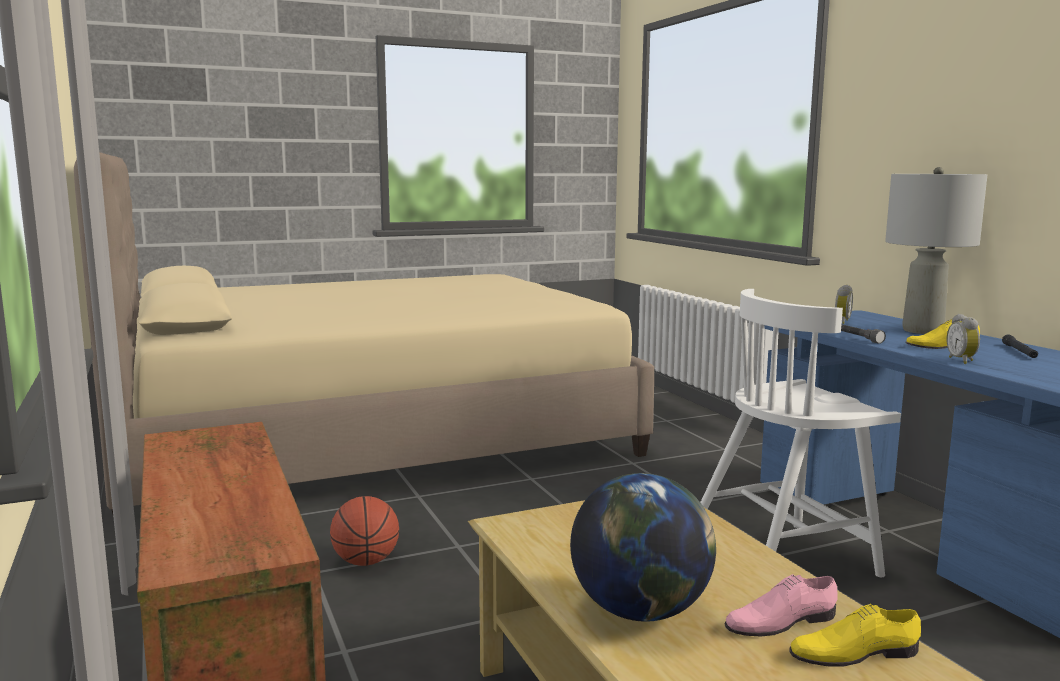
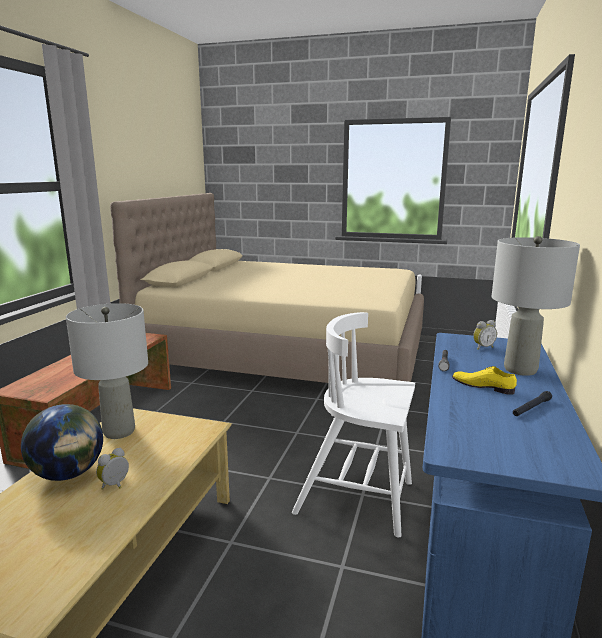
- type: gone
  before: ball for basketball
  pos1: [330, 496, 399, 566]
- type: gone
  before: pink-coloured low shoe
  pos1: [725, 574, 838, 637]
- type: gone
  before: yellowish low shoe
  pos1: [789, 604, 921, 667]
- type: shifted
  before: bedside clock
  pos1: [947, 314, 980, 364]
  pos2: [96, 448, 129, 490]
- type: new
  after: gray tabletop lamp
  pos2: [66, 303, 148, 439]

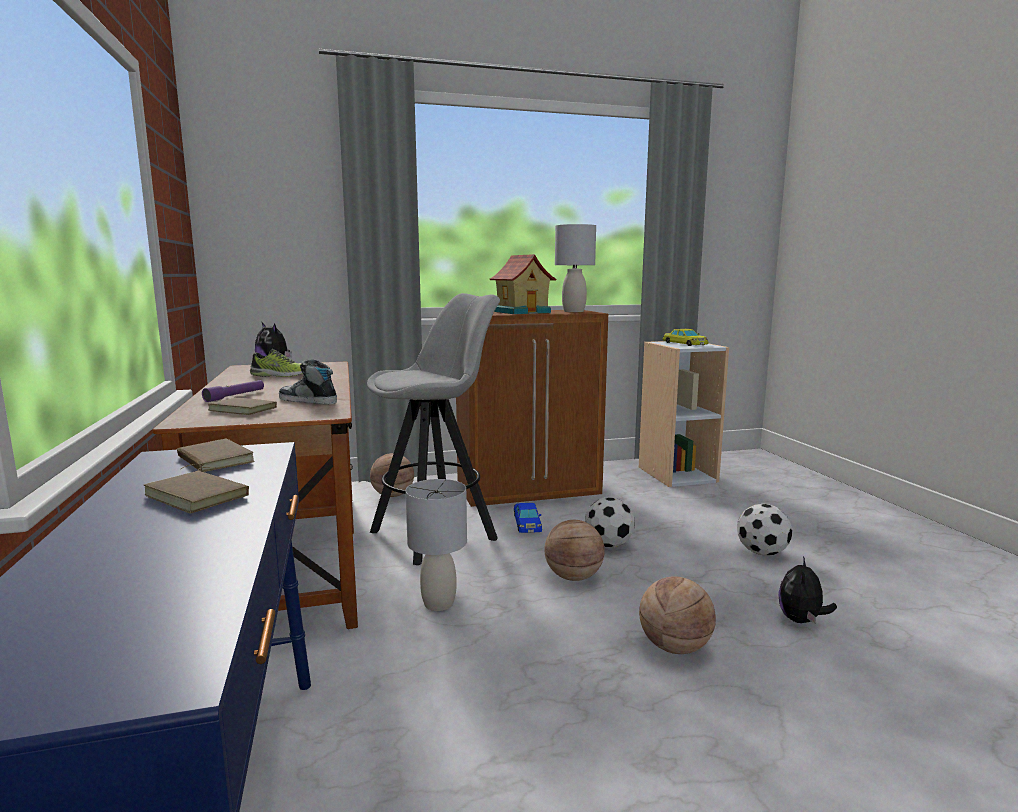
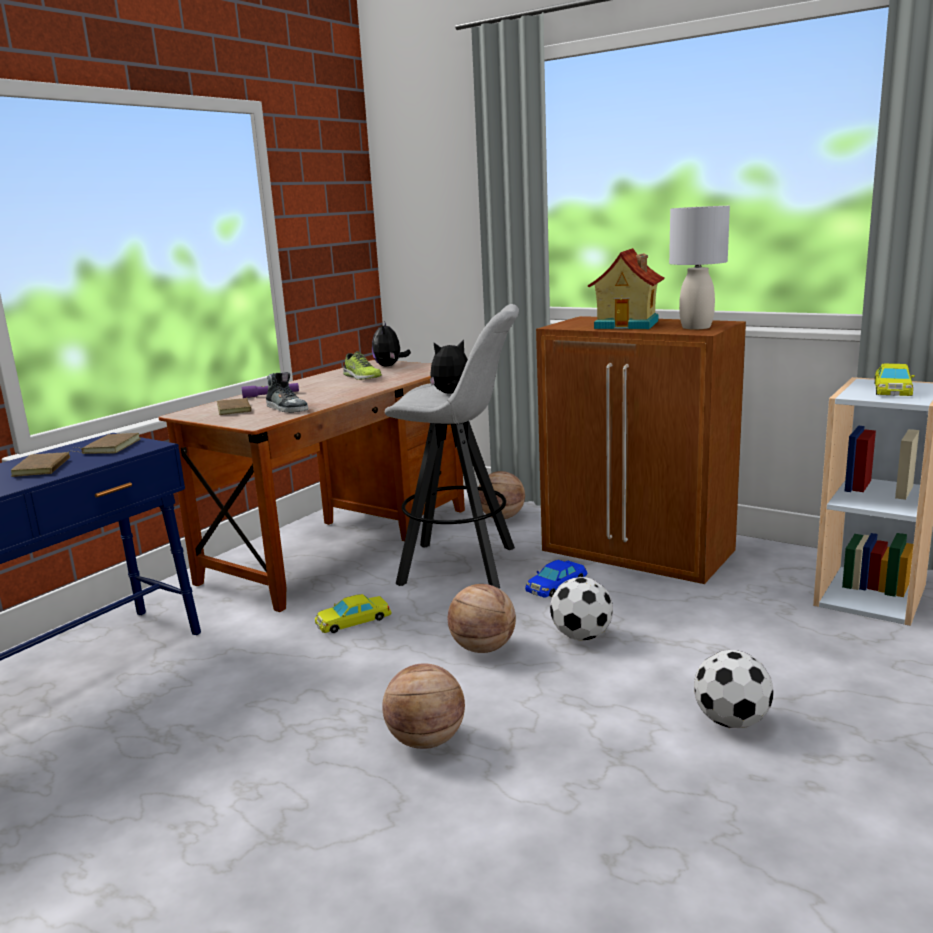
- type: rotated
  before: low shoe
  pos1: [279, 359, 337, 405]
  pos2: [266, 372, 308, 413]
  turn: 150
- type: swapped
  before: gray tabletop lamp
  after: yellowish toy car
  pos1: [405, 479, 467, 611]
  pos2: [315, 594, 392, 633]
- type: shifted
  before: soft toy
  pos1: [778, 556, 837, 623]
  pos2: [430, 340, 468, 393]

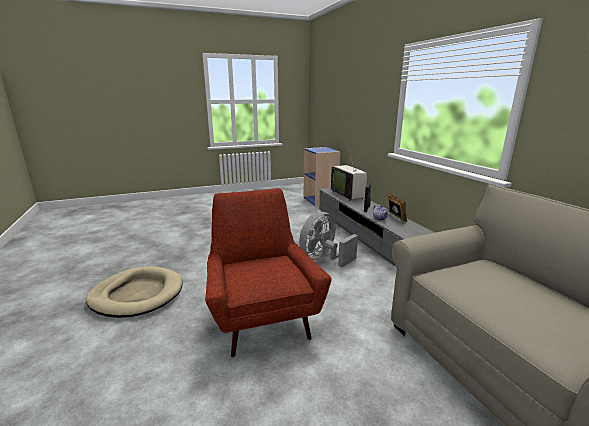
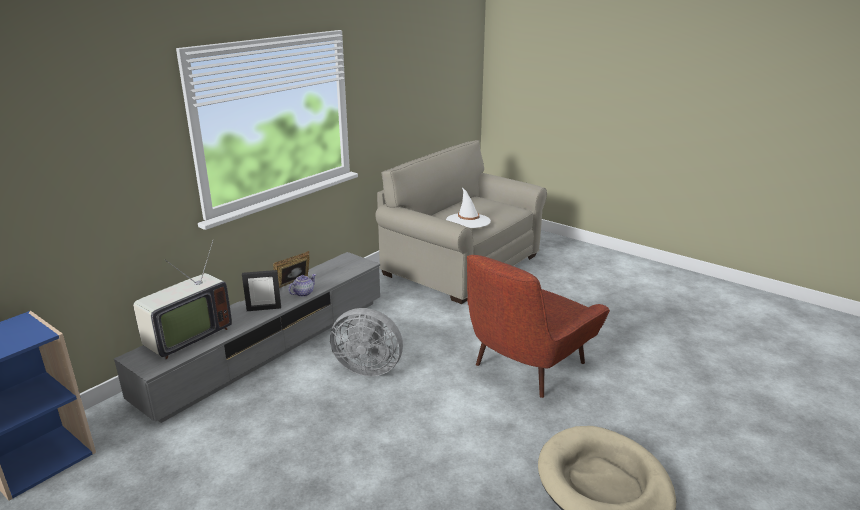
- type: new
  after: whitish wearable hat
  pos2: [446, 188, 491, 228]

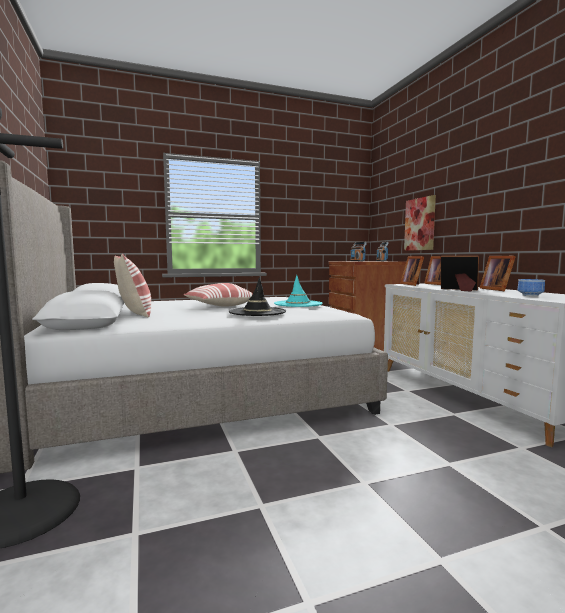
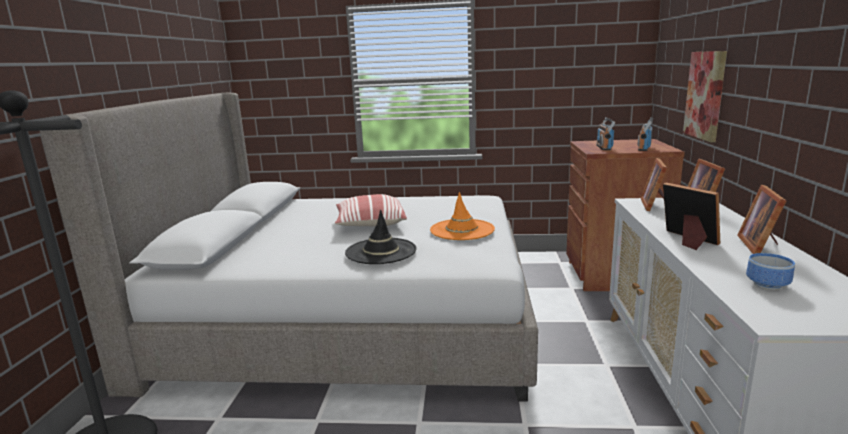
- type: gone
  before: throw pillow
  pos1: [114, 254, 151, 317]
- type: repainted
  before: turquoise-coloured wearable hat
  after: orange-coloured wearable hat
  pos1: [274, 275, 323, 307]
  pos2: [430, 192, 495, 240]

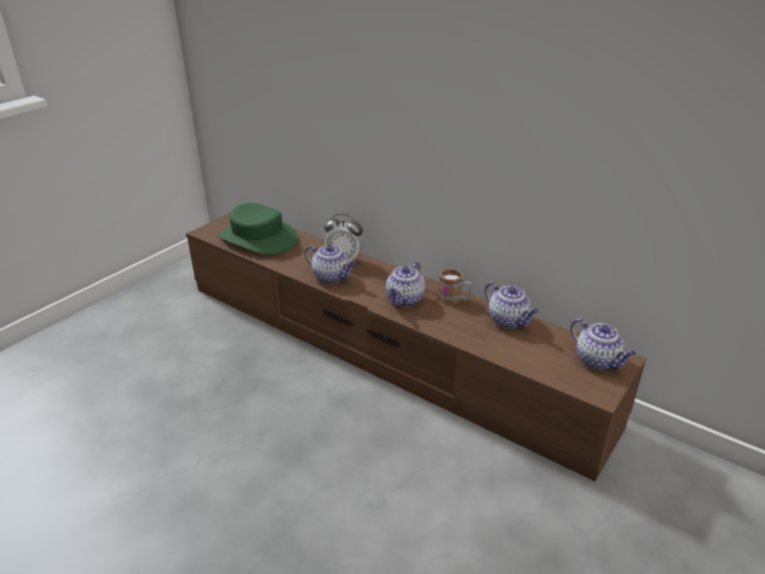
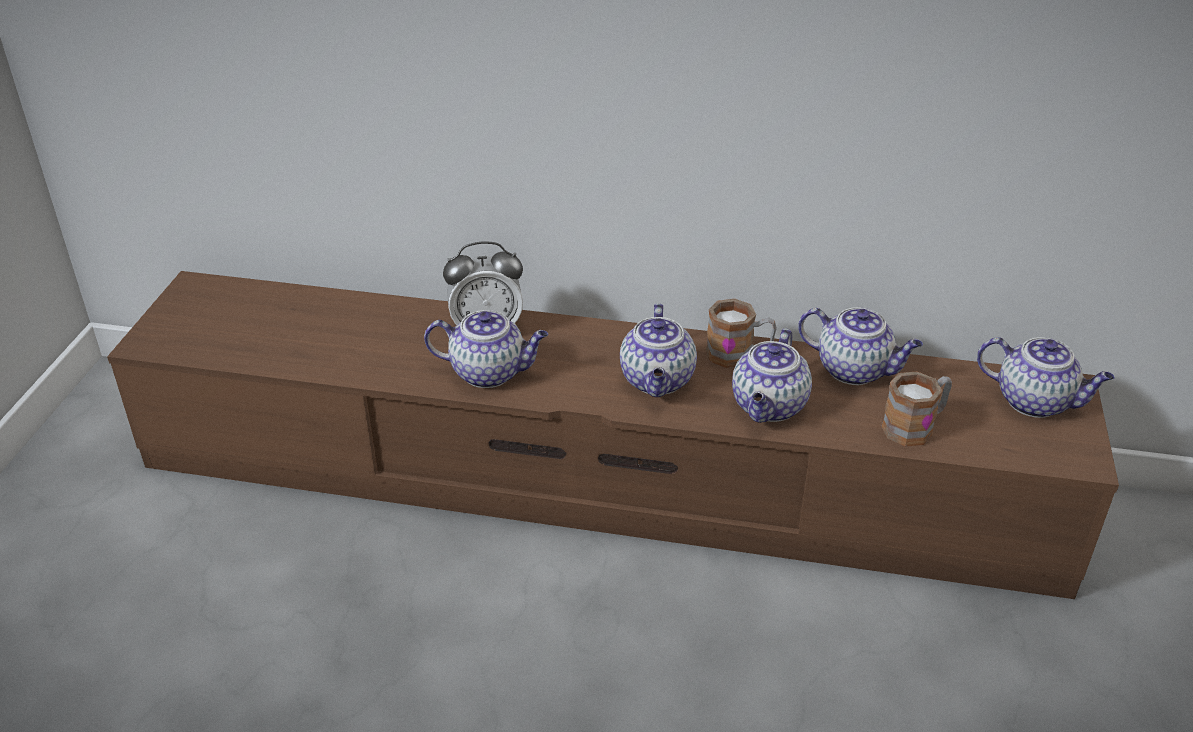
- type: gone
  before: green wearable hat
  pos1: [220, 203, 298, 255]
- type: new
  after: pot for tea
  pos2: [732, 328, 812, 423]
- type: new
  after: coffee mug
  pos2: [882, 371, 952, 447]

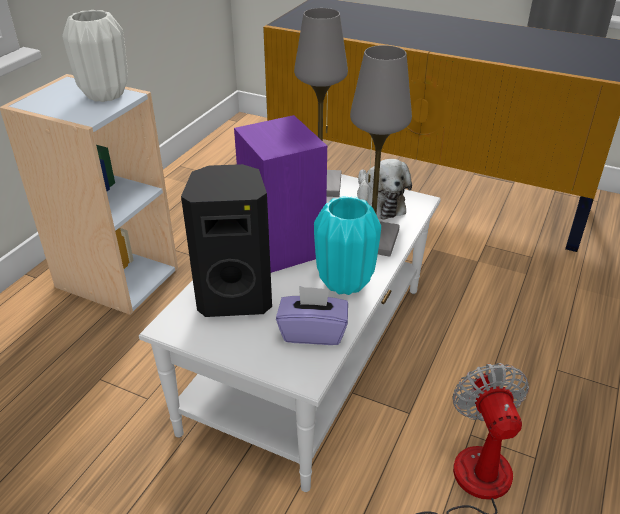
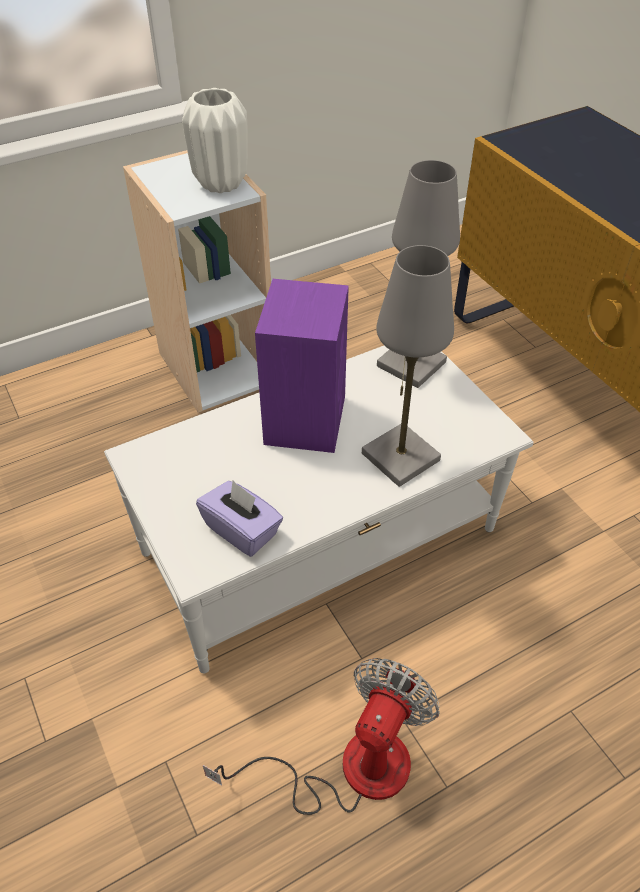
- type: gone
  before: blackish speaker
  pos1: [181, 164, 272, 317]
- type: gone
  before: turquoise-coloured vase
  pos1: [314, 196, 381, 295]
- type: gone
  before: soft toy
  pos1: [357, 159, 412, 220]

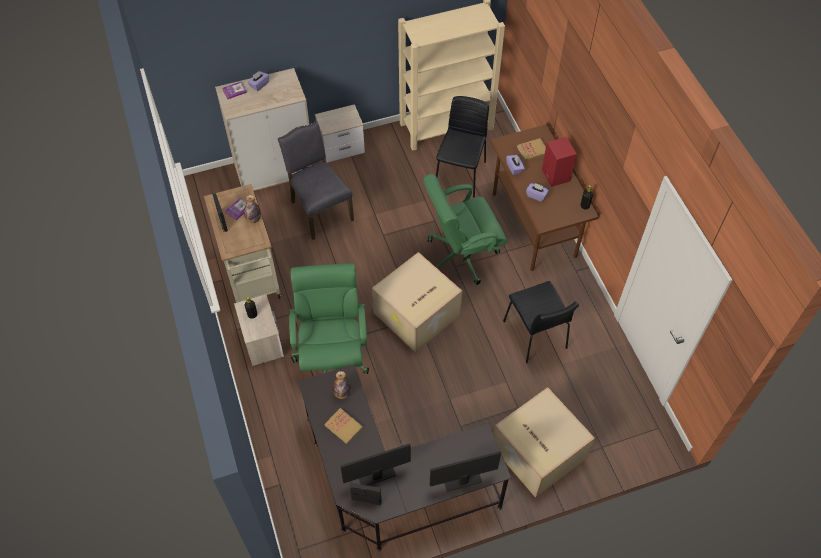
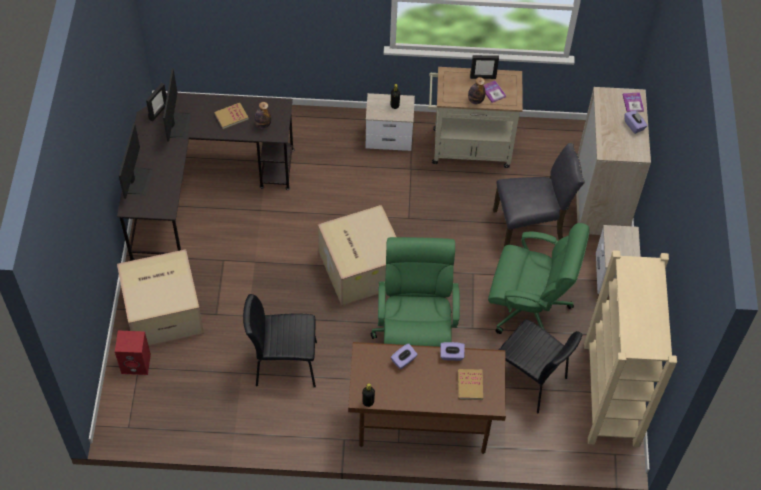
- type: shifted
  before: green office chair
  pos1: [289, 263, 369, 374]
  pos2: [488, 223, 590, 334]
- type: shifted
  before: reddish speaker
  pos1: [542, 137, 577, 187]
  pos2: [115, 331, 151, 375]

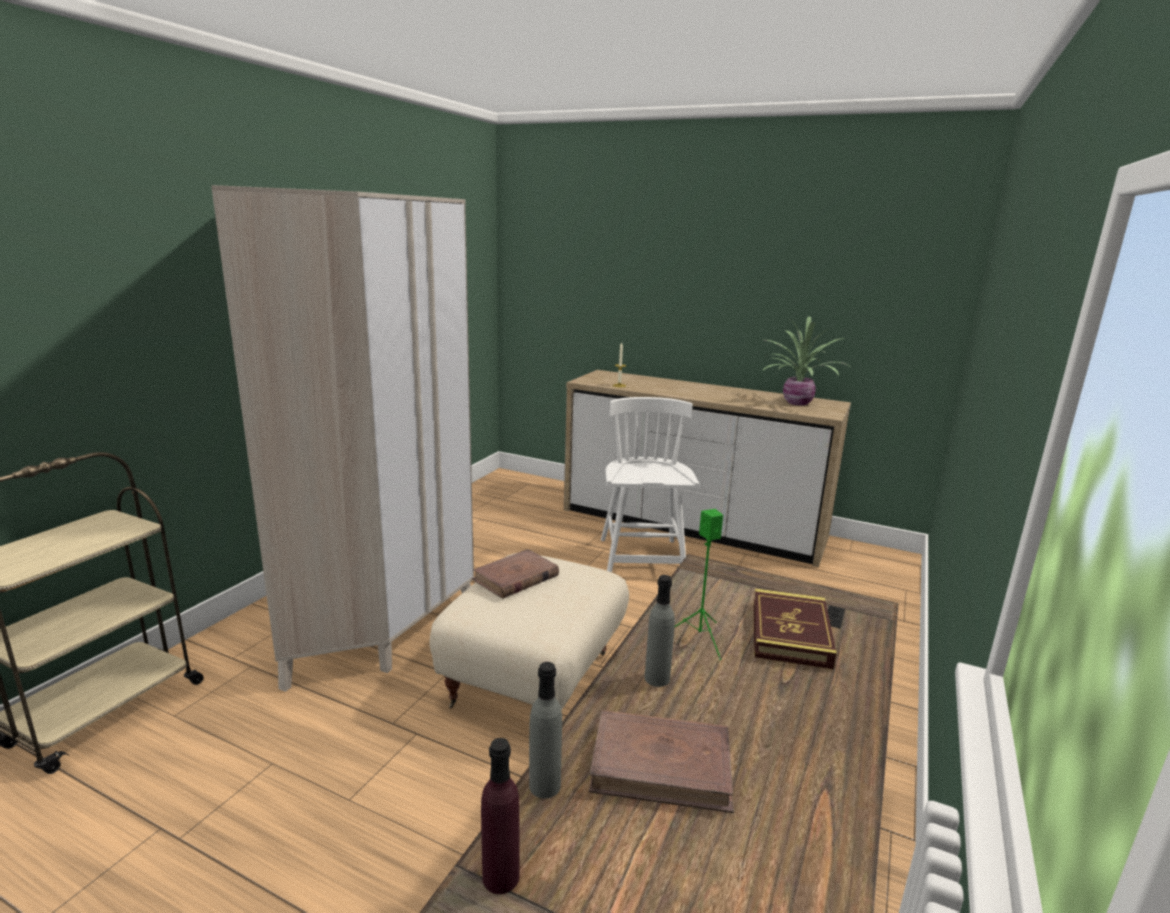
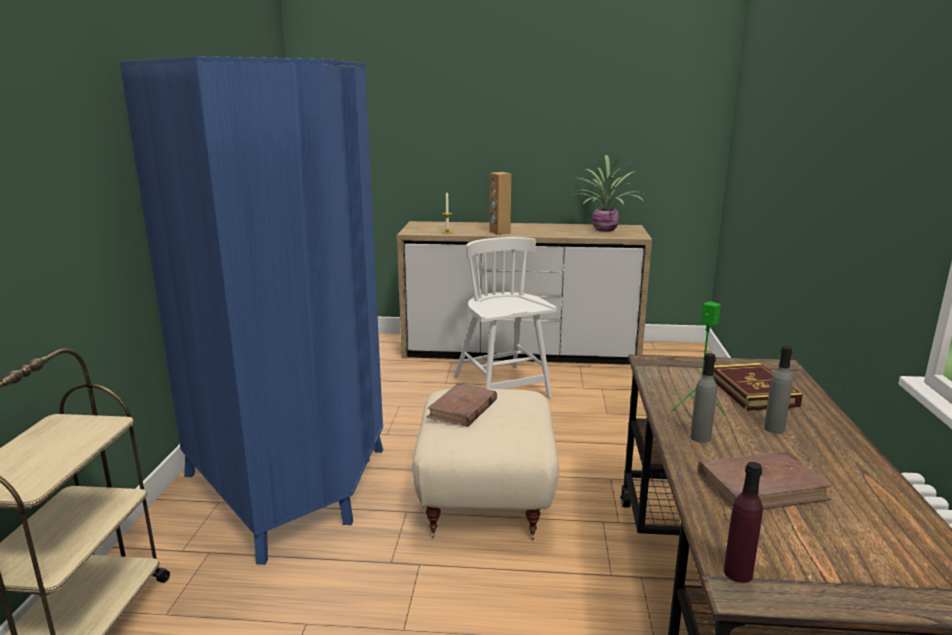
- type: repainted
  before: beige-coloured armoire
  after: bluish armoire
  pos1: [211, 185, 474, 692]
  pos2: [120, 56, 383, 565]
- type: shifted
  before: gray beverage bottle
  pos1: [529, 662, 562, 799]
  pos2: [764, 346, 793, 434]
- type: new
  after: brown speaker
  pos2: [489, 172, 511, 235]

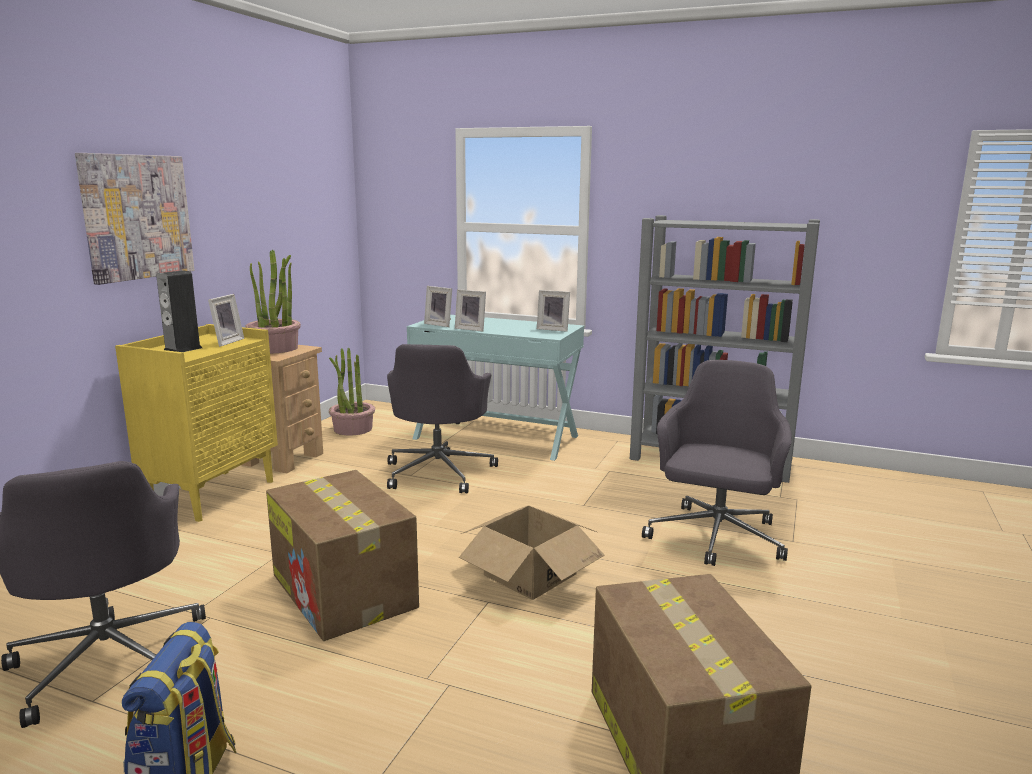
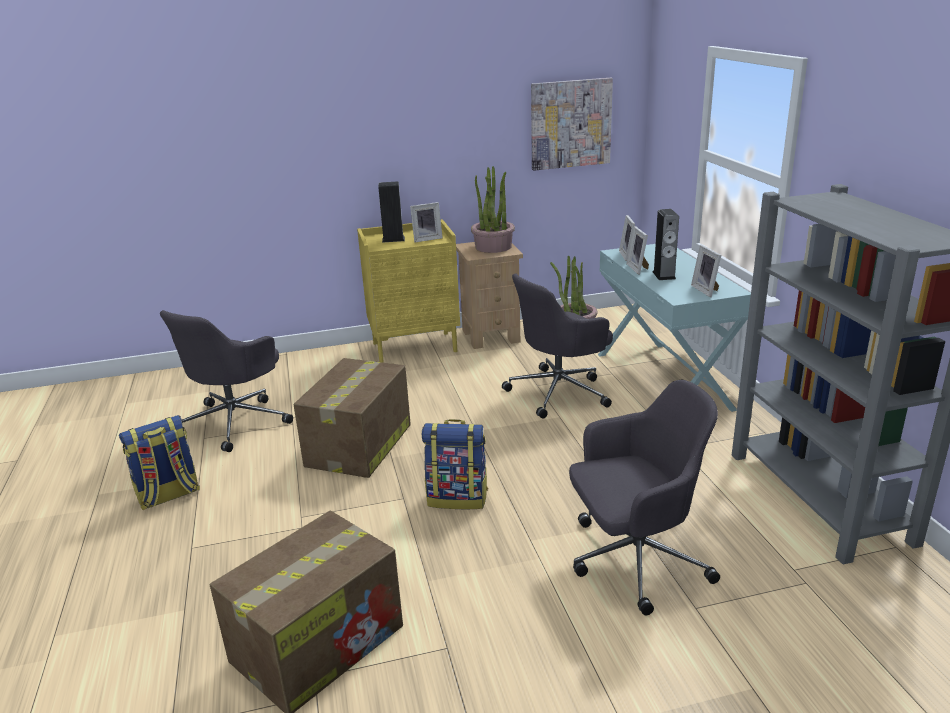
- type: shifted
  before: picture
  pos1: [75, 153, 194, 285]
  pos2: [531, 78, 613, 171]
- type: swapped
  before: packing box
  after: backpack
  pos1: [459, 506, 605, 600]
  pos2: [422, 419, 488, 509]
- type: new
  after: speaker
  pos2: [652, 209, 679, 280]

